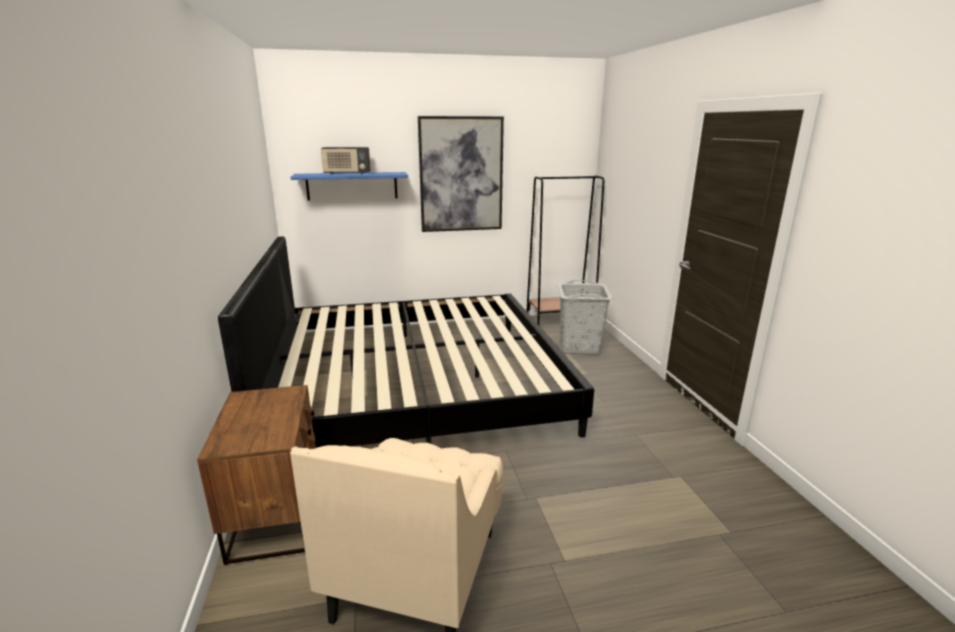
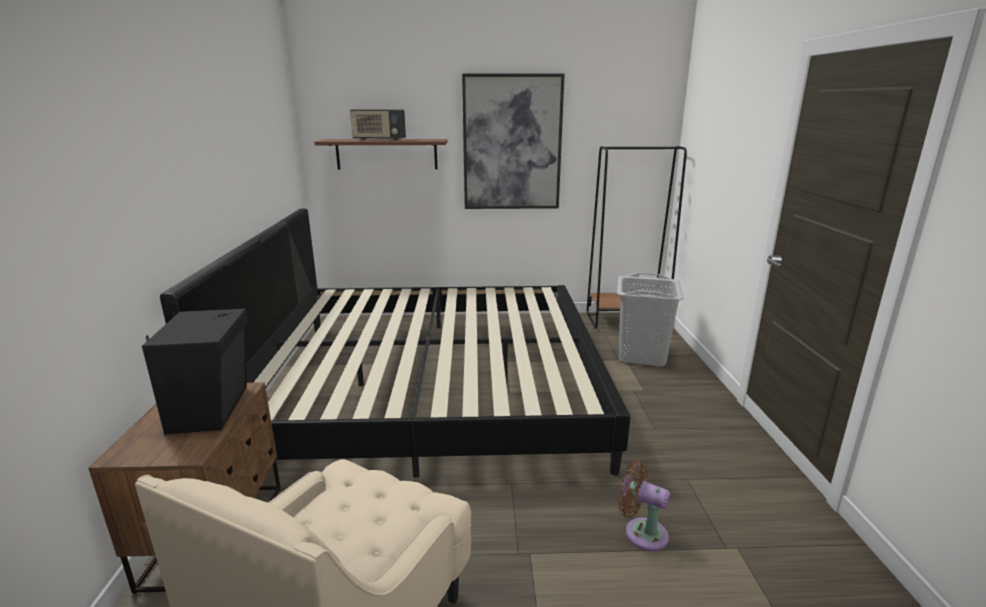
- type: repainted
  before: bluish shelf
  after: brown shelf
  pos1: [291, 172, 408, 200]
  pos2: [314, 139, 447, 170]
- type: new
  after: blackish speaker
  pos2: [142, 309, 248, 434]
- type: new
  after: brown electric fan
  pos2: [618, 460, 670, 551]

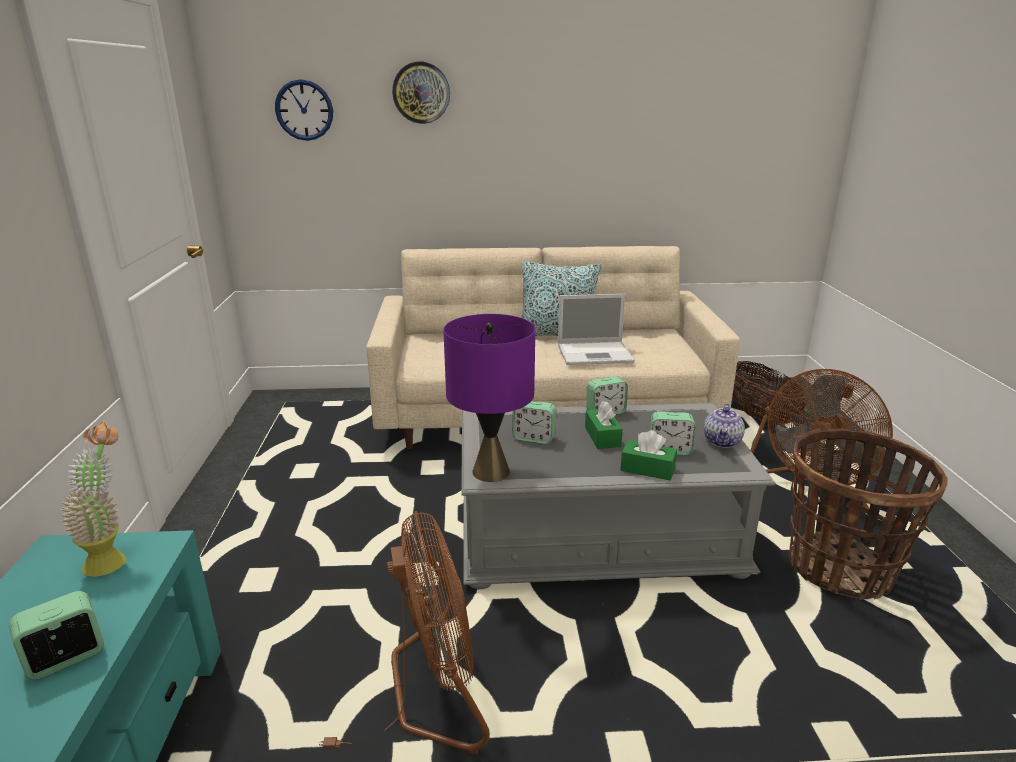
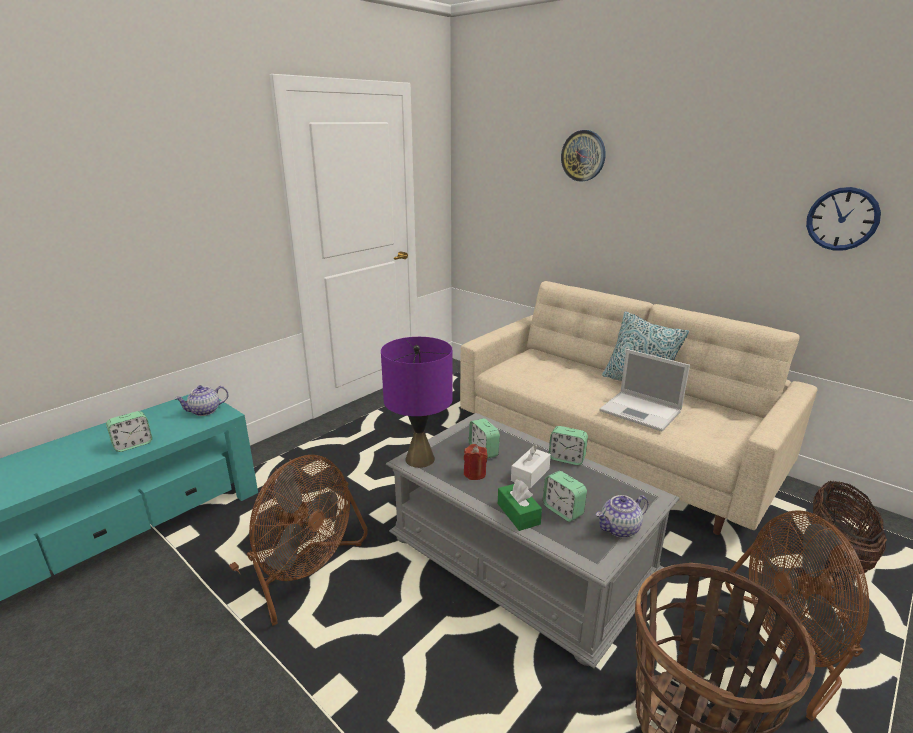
- type: rotated
  before: bedside clock
  pos1: [9, 591, 104, 680]
  pos2: [106, 411, 152, 452]
  turn: 135
- type: swapped
  before: plant in a pot
  after: pot for tea
  pos1: [60, 421, 126, 577]
  pos2: [174, 385, 229, 416]
- type: shifted
  before: wall clock
  pos1: [275, 79, 333, 141]
  pos2: [806, 187, 881, 251]
- type: repainted
  before: green box of tissues
  after: whitish box of tissues
  pos1: [585, 401, 623, 449]
  pos2: [511, 444, 551, 488]
- type: new
  after: reddish wax light
  pos2: [464, 444, 487, 480]

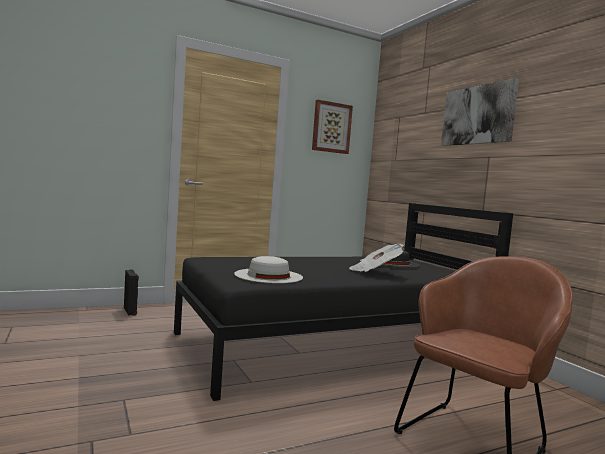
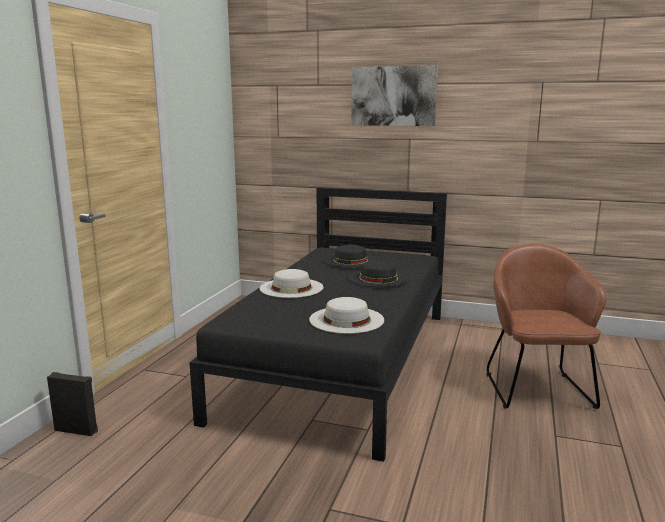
- type: gone
  before: picture
  pos1: [312, 100, 353, 154]
- type: swapped
  before: newspaper
  after: blackish wearable hat
  pos1: [349, 244, 404, 272]
  pos2: [348, 260, 409, 287]
- type: new
  after: whitish wearable hat
  pos2: [260, 269, 323, 298]

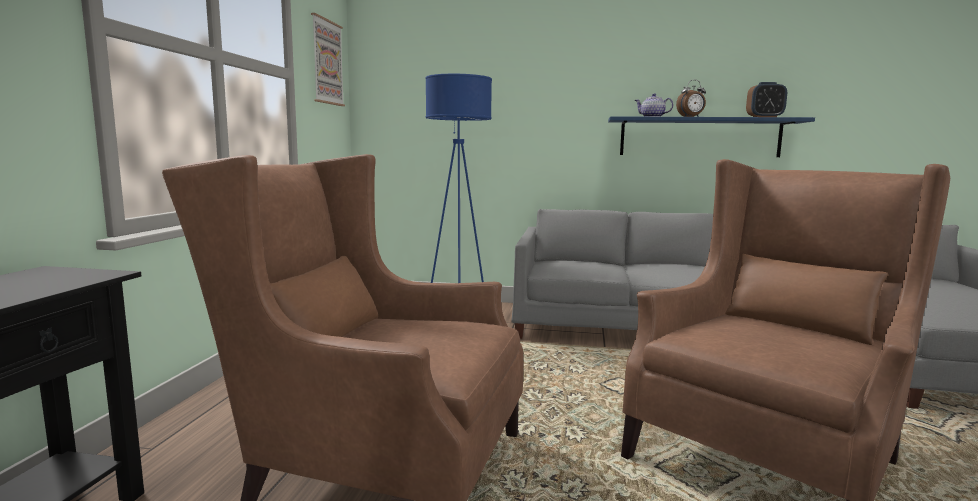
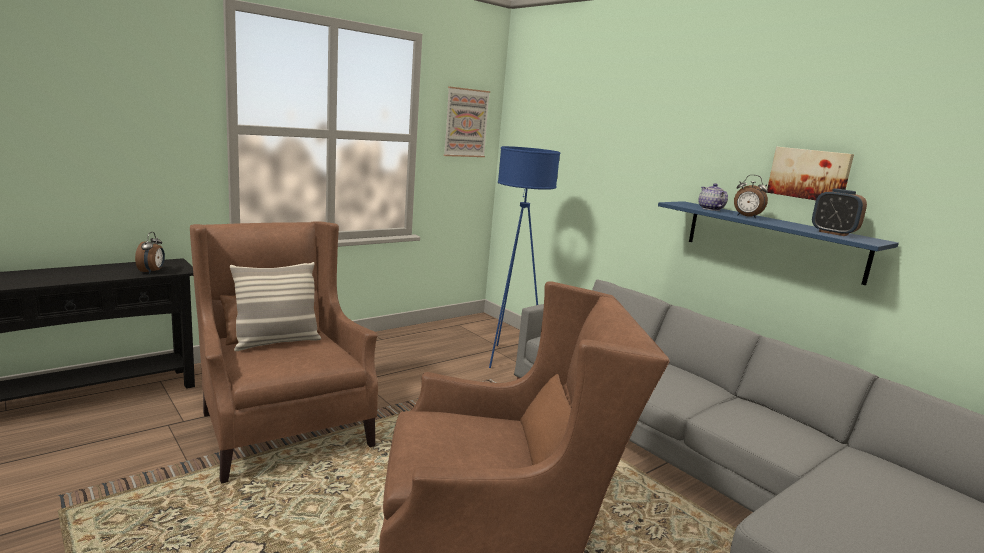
- type: new
  after: bedside clock
  pos2: [135, 232, 165, 274]
- type: new
  after: throw pillow
  pos2: [230, 262, 321, 351]
- type: new
  after: picture
  pos2: [767, 147, 854, 200]

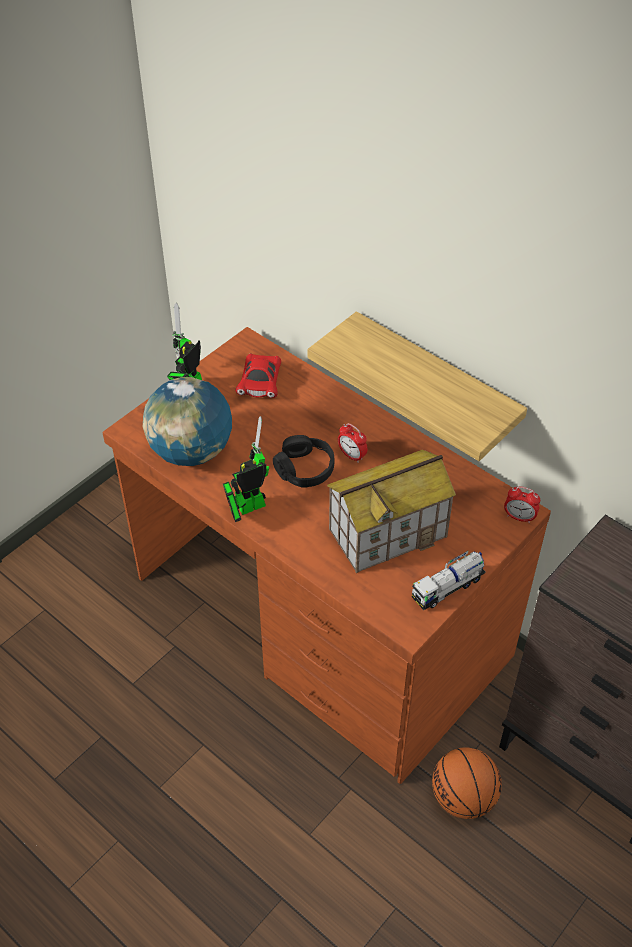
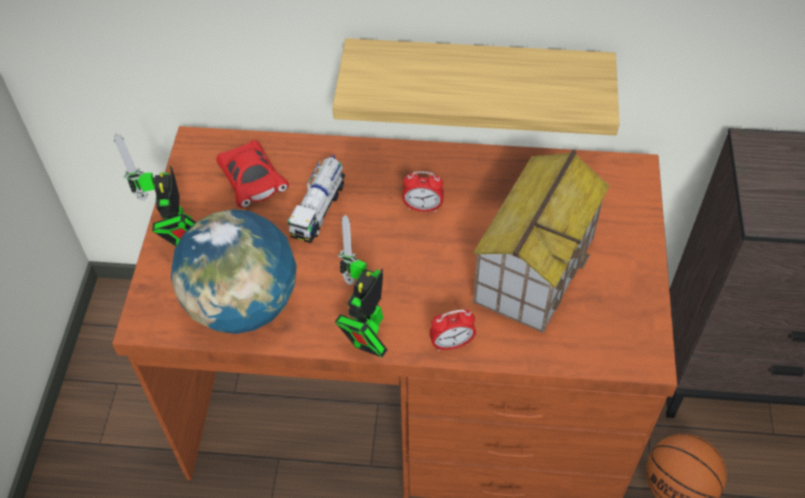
- type: gone
  before: blackish headphones
  pos1: [273, 435, 335, 488]
- type: shifted
  before: model truck
  pos1: [412, 550, 486, 610]
  pos2: [287, 155, 345, 243]
- type: shifted
  before: bedside clock
  pos1: [504, 486, 540, 523]
  pos2: [429, 309, 476, 351]

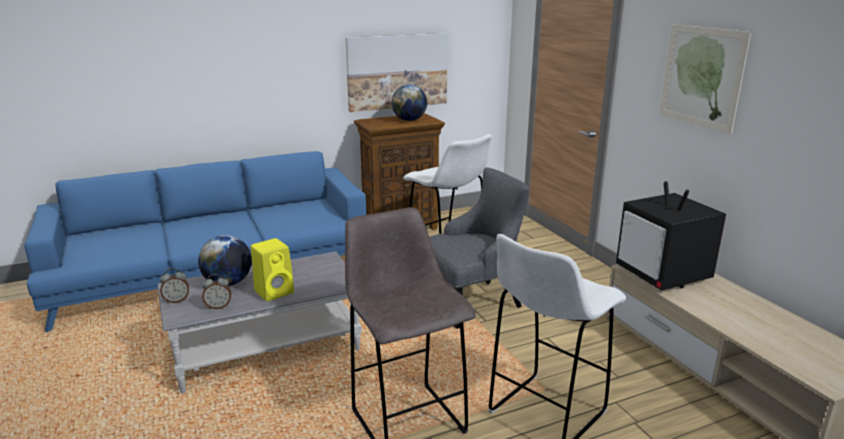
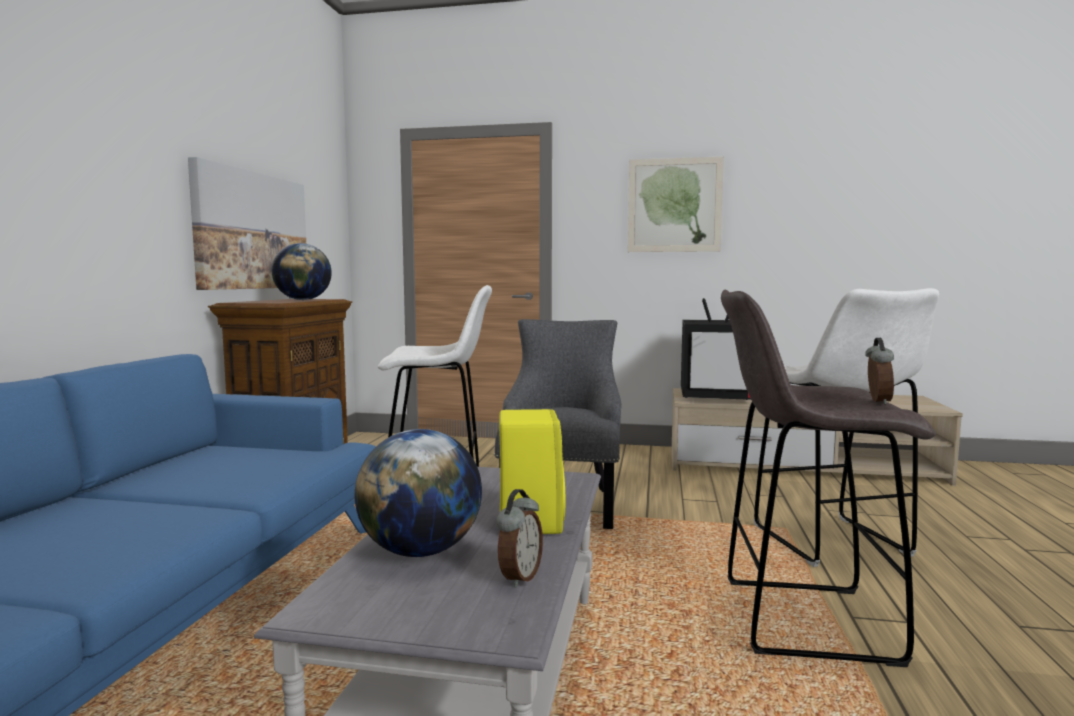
- type: shifted
  before: bedside clock
  pos1: [160, 268, 189, 303]
  pos2: [865, 338, 894, 405]

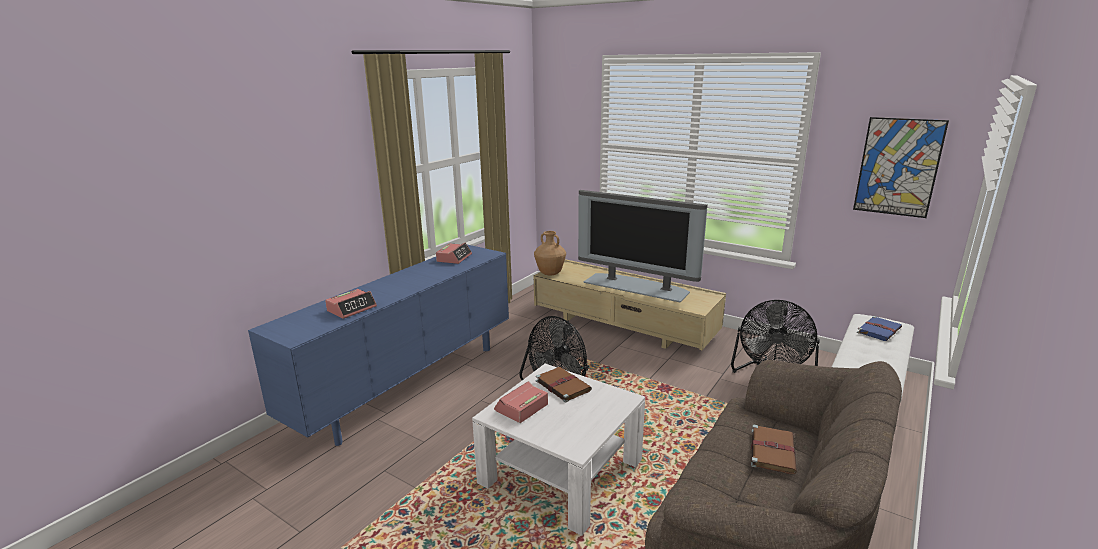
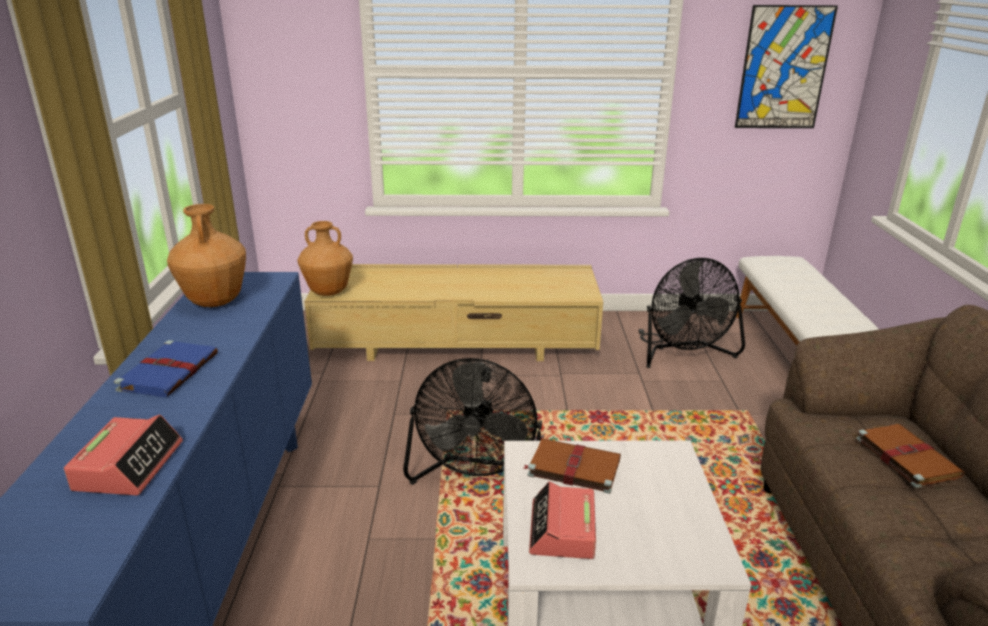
- type: swapped
  before: bedside clock
  after: brown vase
  pos1: [436, 243, 472, 264]
  pos2: [167, 204, 246, 307]
- type: gone
  before: television
  pos1: [578, 190, 708, 303]
- type: shifted
  before: bluish volume
  pos1: [857, 316, 902, 341]
  pos2: [114, 340, 218, 397]

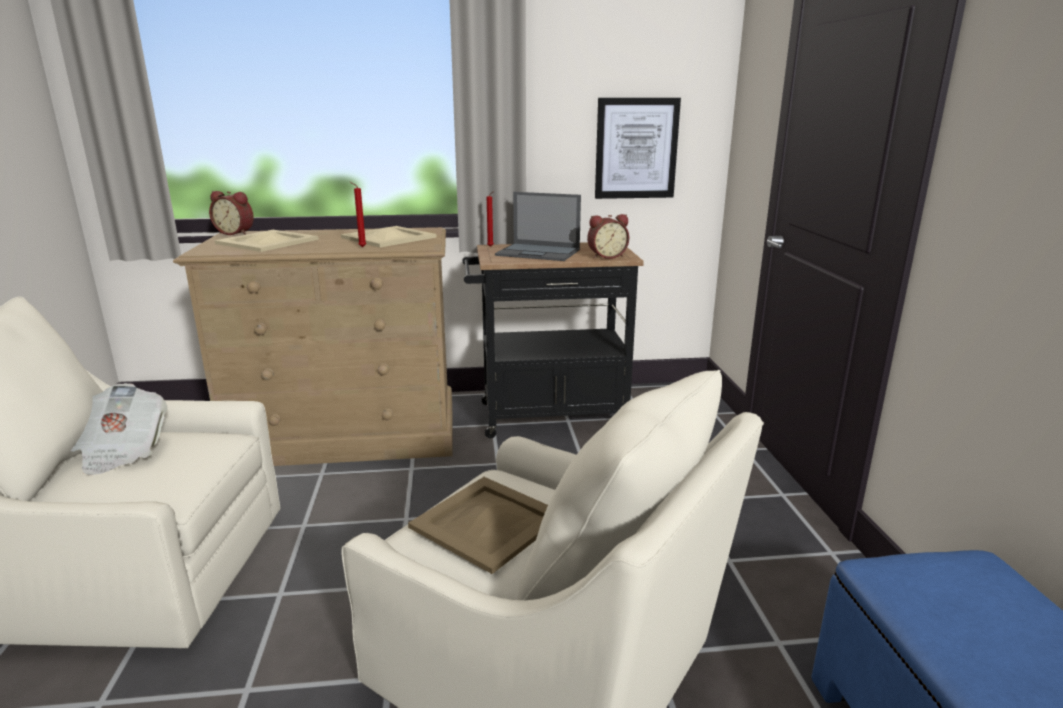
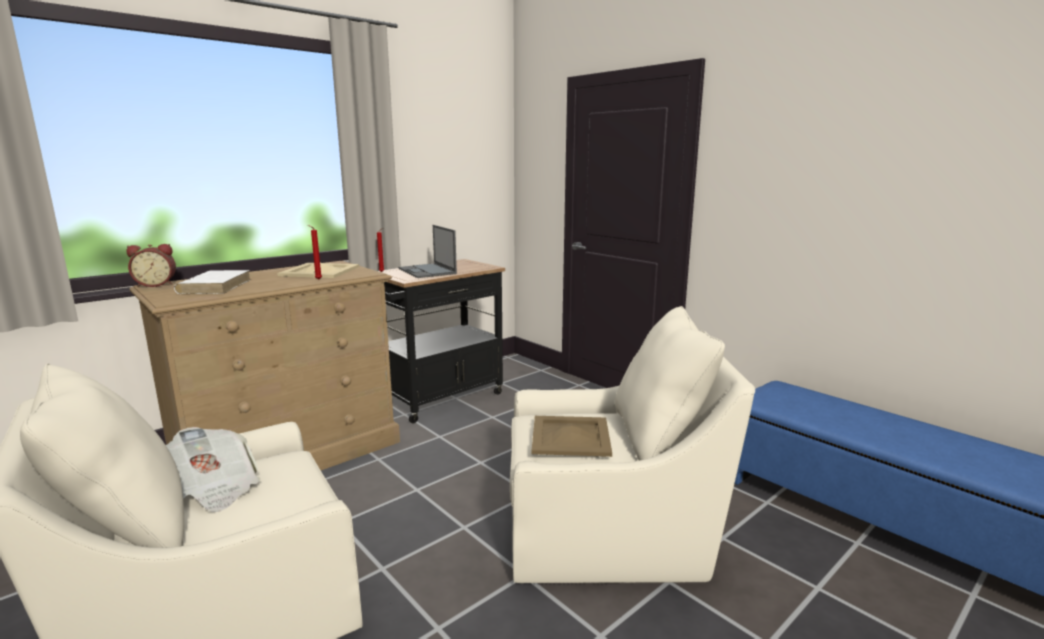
- type: swapped
  before: beige-coloured carrying tray
  after: whitish volume
  pos1: [214, 230, 319, 252]
  pos2: [174, 270, 251, 294]
- type: rotated
  before: portable computer
  pos1: [495, 192, 581, 261]
  pos2: [398, 225, 457, 278]
  turn: 75
- type: gone
  before: bedside clock
  pos1: [587, 214, 629, 259]
- type: gone
  before: picture
  pos1: [595, 98, 681, 199]

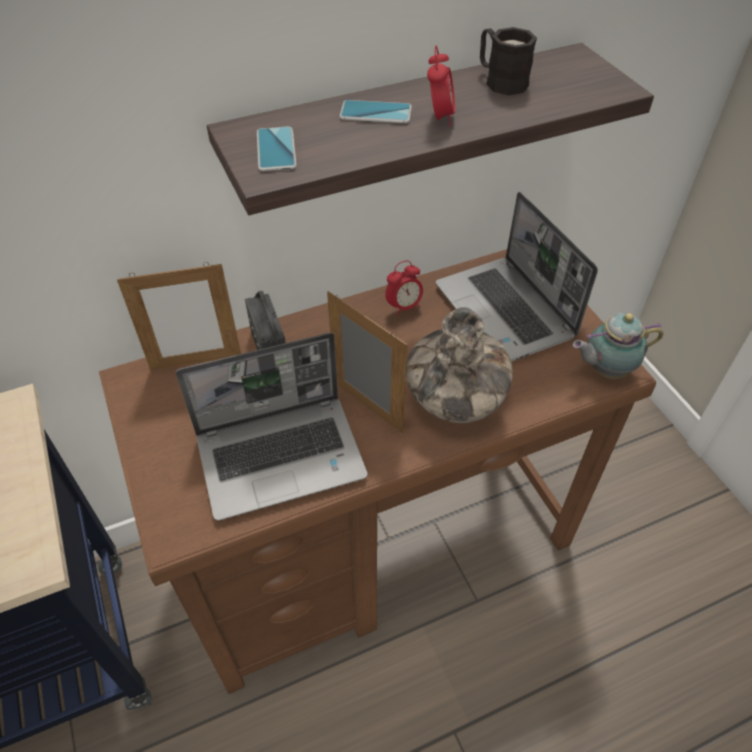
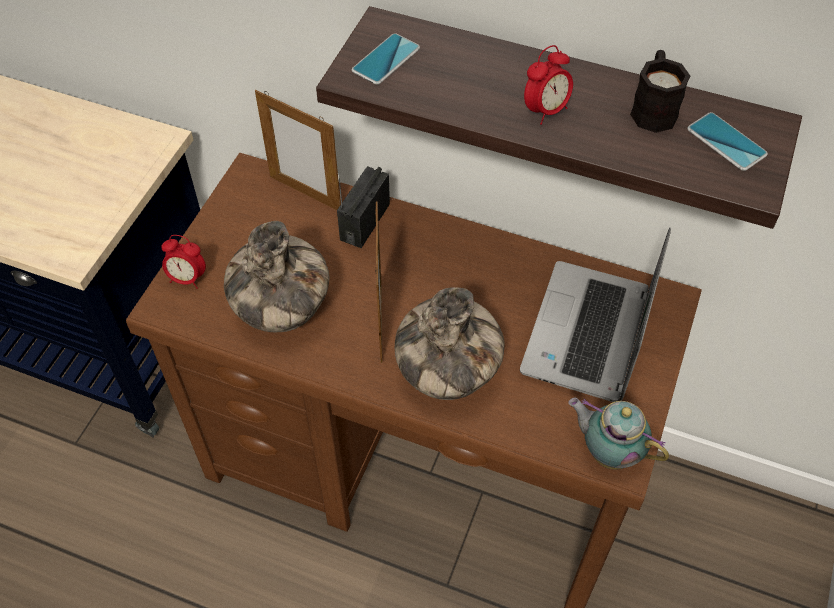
- type: swapped
  before: portable computer
  after: vase
  pos1: [176, 333, 368, 521]
  pos2: [224, 221, 330, 333]
- type: shifted
  before: phone
  pos1: [340, 100, 412, 123]
  pos2: [687, 112, 768, 171]
- type: shifted
  before: bedside clock
  pos1: [385, 260, 423, 316]
  pos2: [161, 235, 206, 289]

